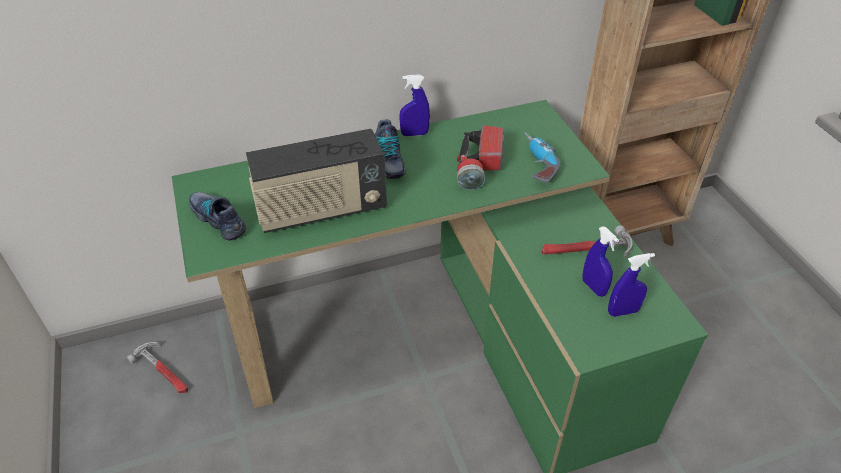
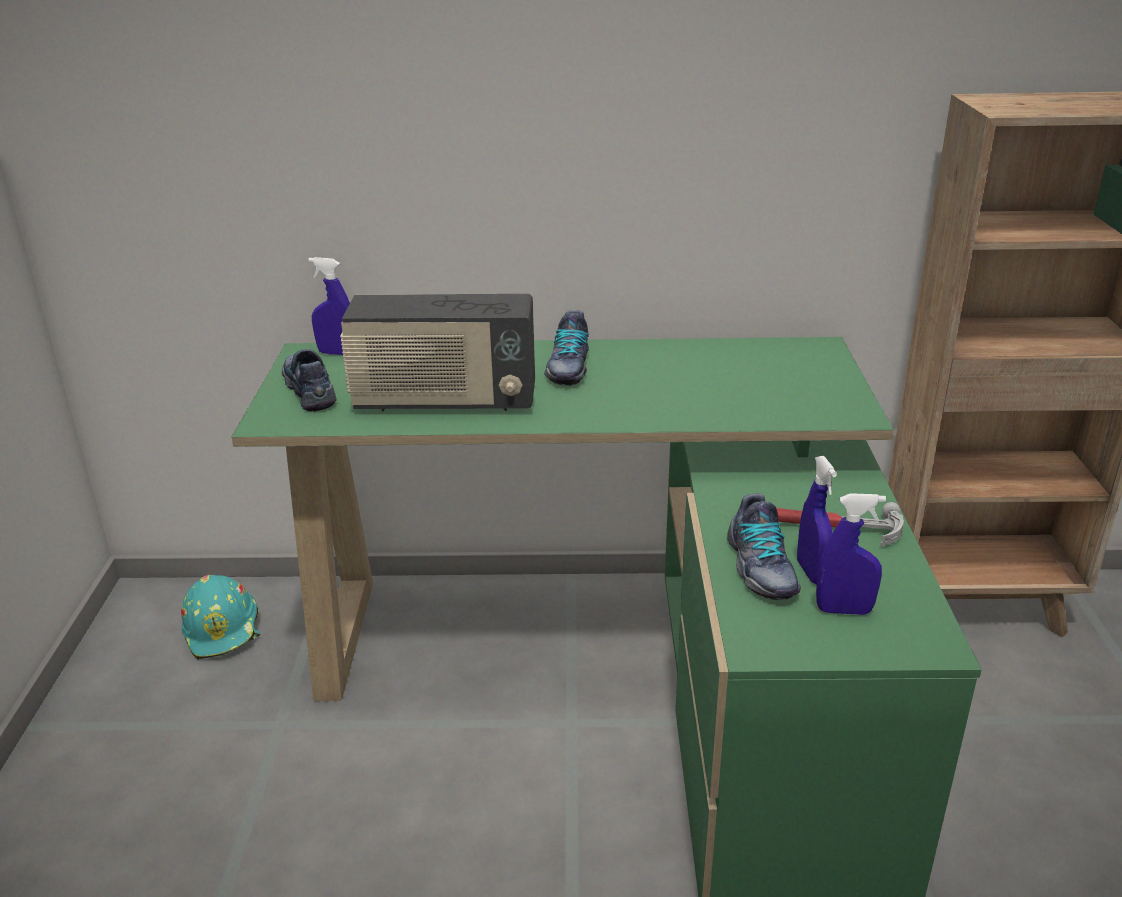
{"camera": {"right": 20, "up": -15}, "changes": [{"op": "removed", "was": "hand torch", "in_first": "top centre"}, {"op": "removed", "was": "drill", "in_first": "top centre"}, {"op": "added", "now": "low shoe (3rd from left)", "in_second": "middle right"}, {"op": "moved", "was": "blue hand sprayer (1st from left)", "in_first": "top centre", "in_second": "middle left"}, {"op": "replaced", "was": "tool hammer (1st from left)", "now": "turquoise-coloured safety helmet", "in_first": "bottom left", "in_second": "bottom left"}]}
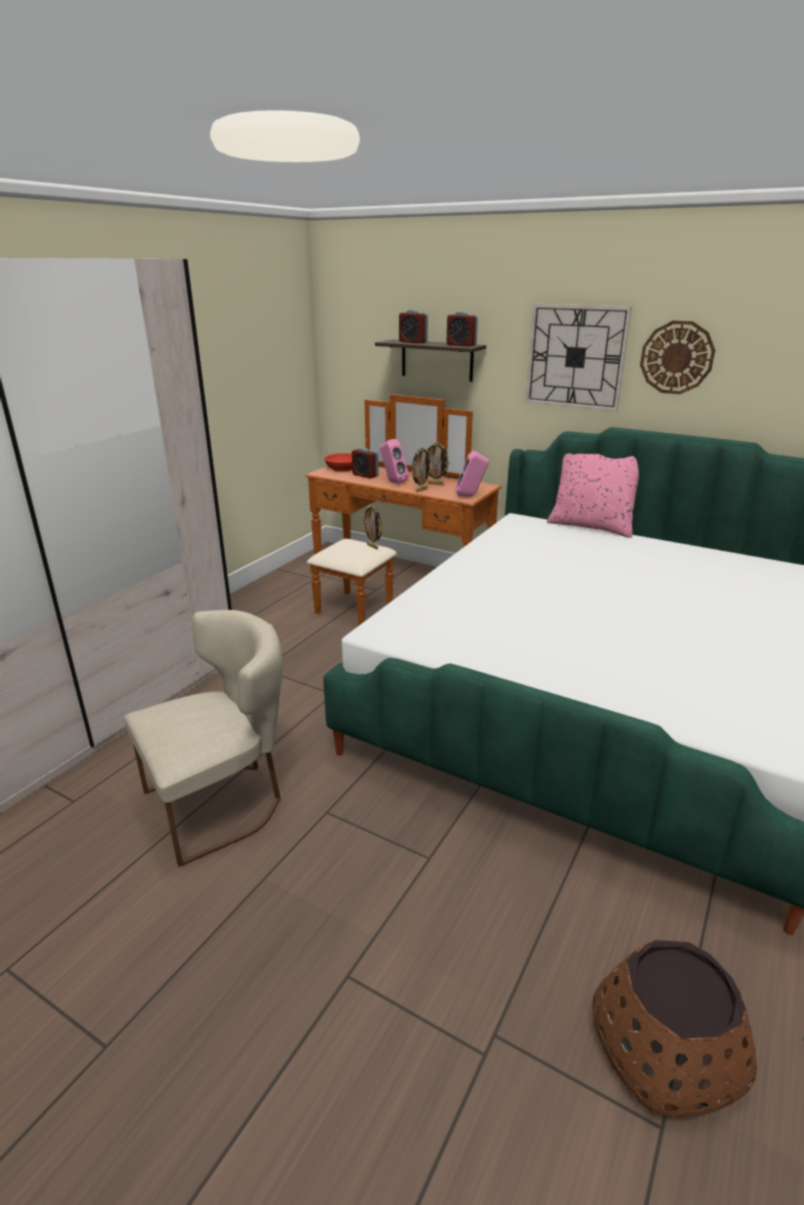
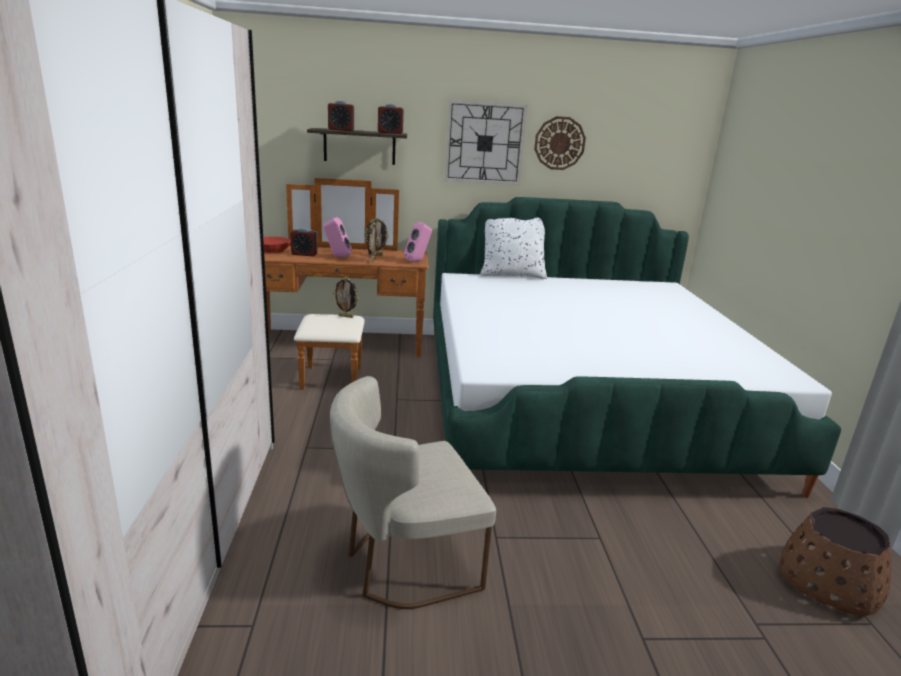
{"camera": {"right": -35, "up": -5}, "changes": [{"op": "recoloured", "was": "pink-coloured pillow", "now": "white pillow", "in_first": "middle right", "in_second": "centre"}, {"op": "turned", "was": "sand-coloured plain chair", "in_first": "middle left", "in_second": "bottom centre", "clockwise": -135}]}
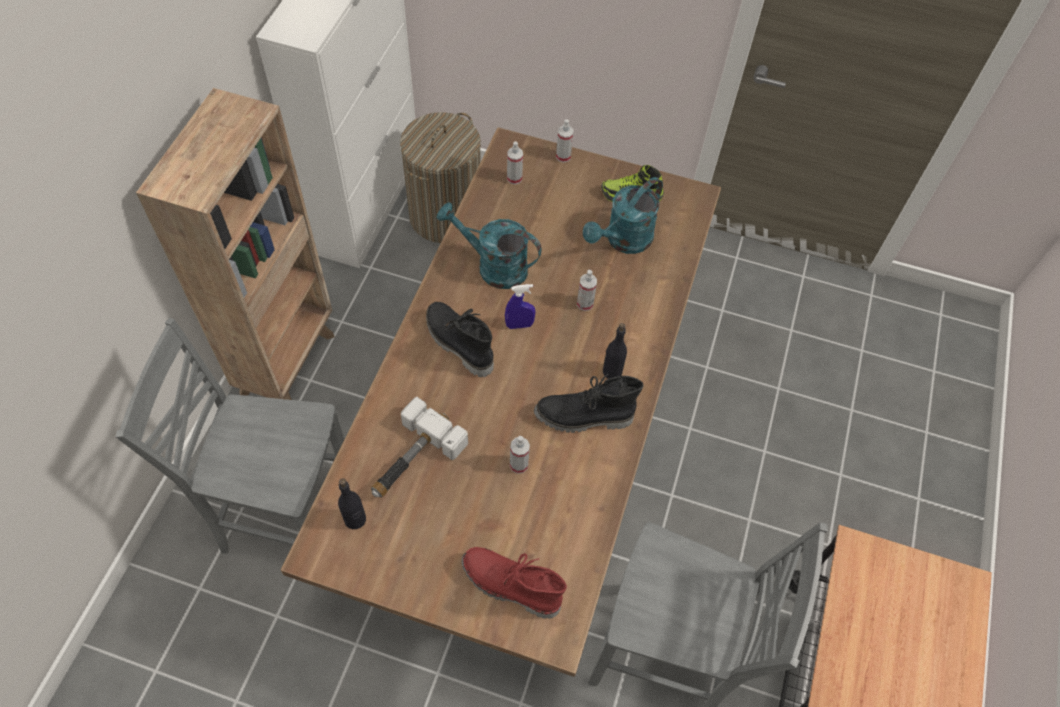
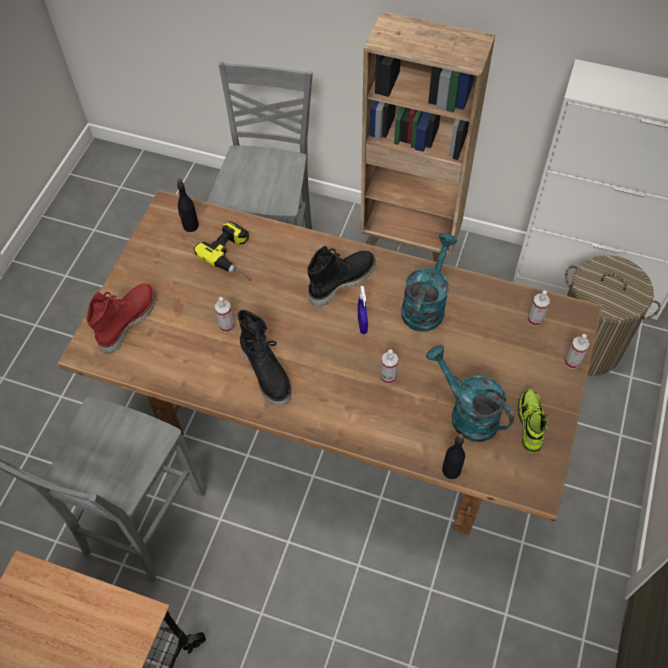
{"camera": {"right": 95, "up": 0}, "changes": [{"op": "moved", "was": "black-coloured beverage bottle (2nd from left)", "in_first": "centre", "in_second": "bottom right"}, {"op": "replaced", "was": "tool hammer", "now": "drill", "in_first": "centre", "in_second": "middle left"}, {"op": "turned", "was": "black-coloured tall boot (2nd from left in the first image)", "in_first": "centre", "in_second": "centre", "clockwise": 150}]}
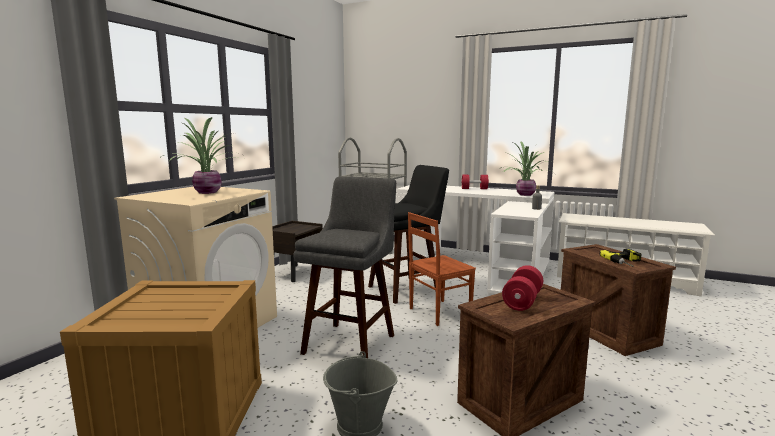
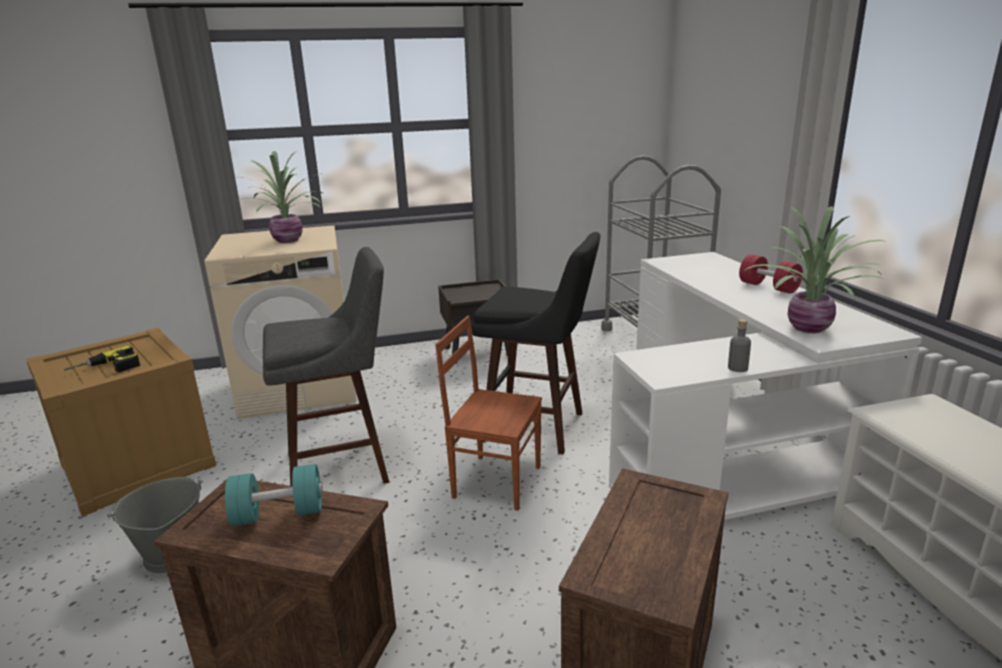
{"camera": {"right": 50, "up": 10}, "changes": [{"op": "moved", "was": "drill", "in_first": "middle right", "in_second": "middle left"}, {"op": "recoloured", "was": "red-coloured free weight (2nd from left)", "now": "turquoise-coloured free weight", "in_first": "middle right", "in_second": "bottom left"}]}
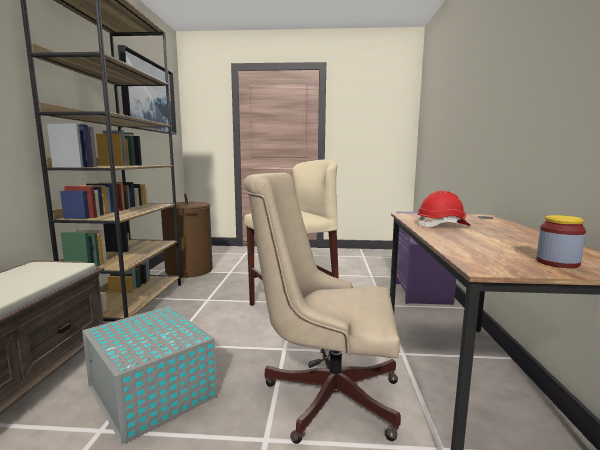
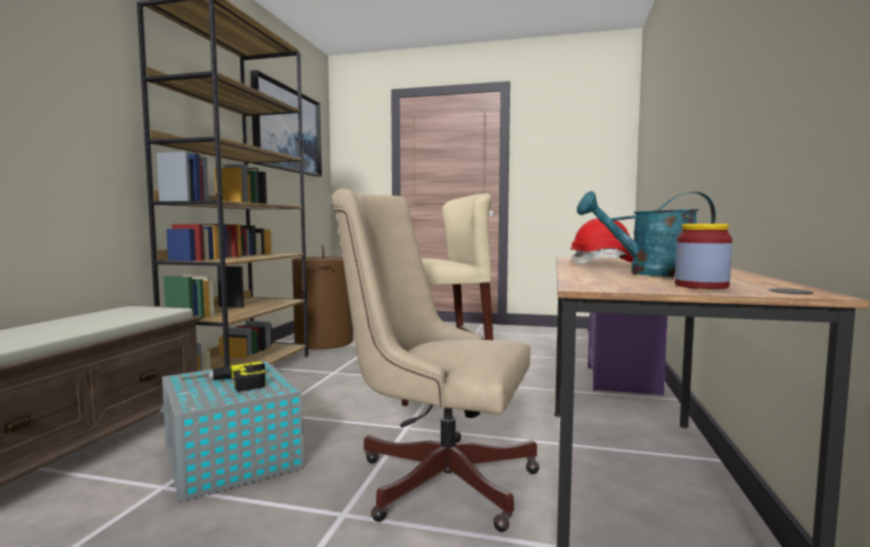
{"camera": {"right": 10, "up": -5}, "changes": [{"op": "added", "now": "drill", "in_second": "bottom left"}, {"op": "added", "now": "turquoise-coloured sprinkling can", "in_second": "middle right"}]}
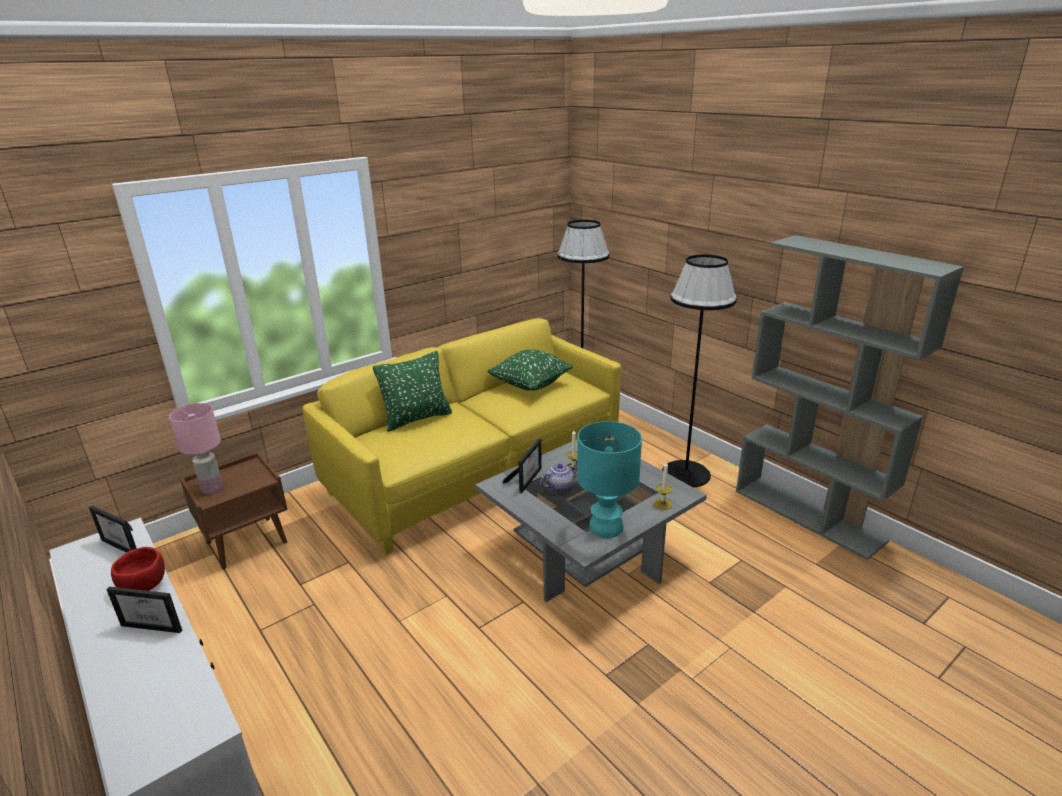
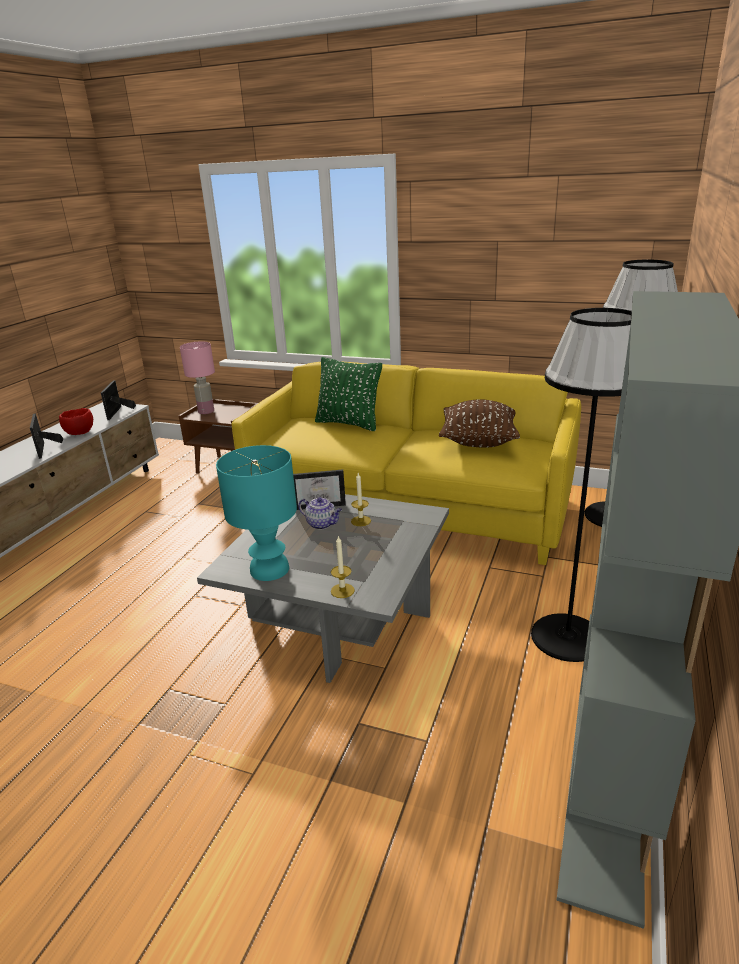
{"camera": {"right": 60, "up": 0}, "changes": [{"op": "recoloured", "was": "green pillow (2nd from left)", "now": "brown-coloured pillow", "in_first": "centre", "in_second": "centre"}]}
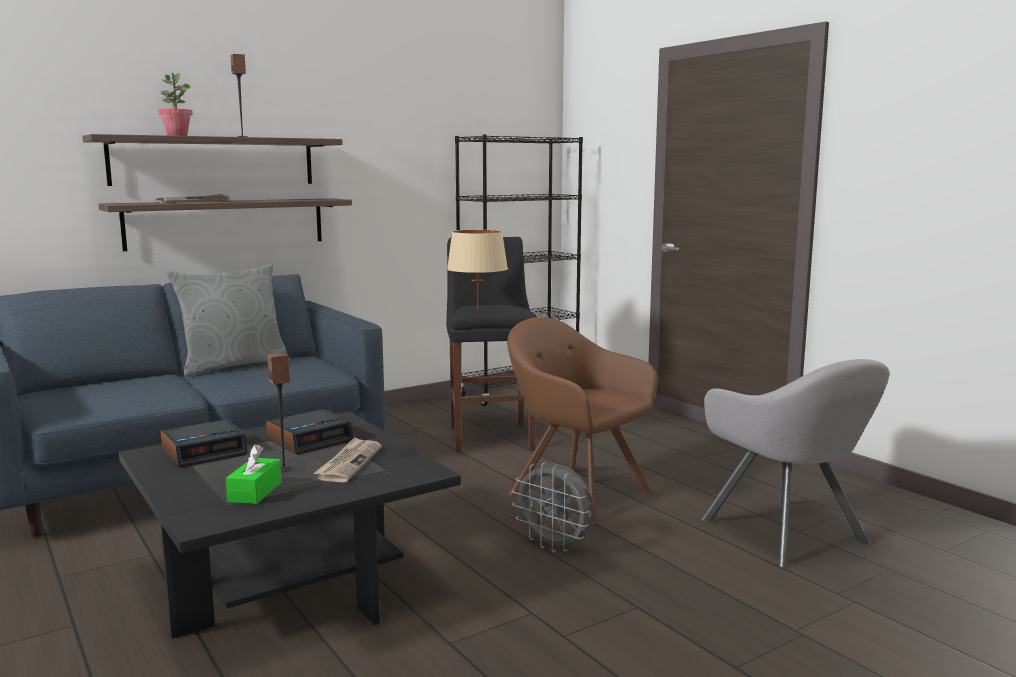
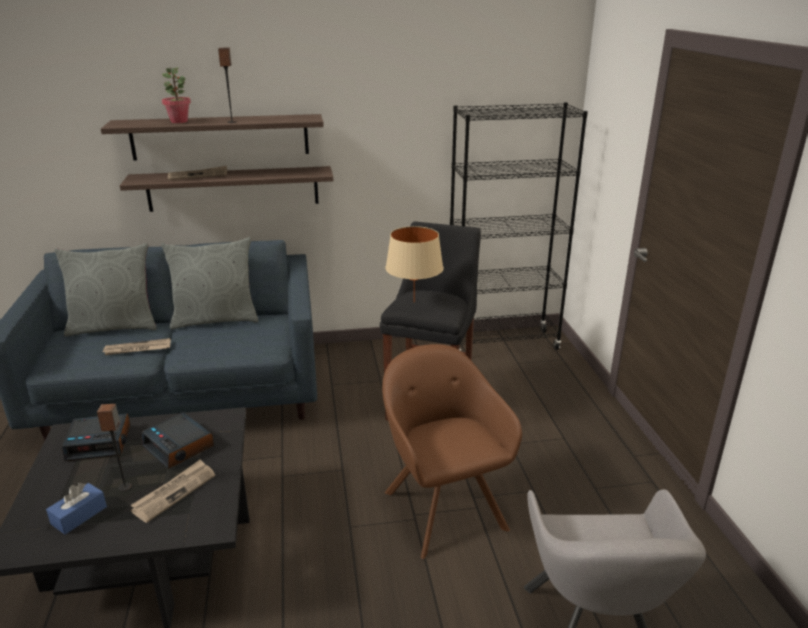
{"camera": {"right": 25, "up": 15}, "changes": [{"op": "removed", "was": "gray electric fan", "in_first": "bottom centre"}, {"op": "added", "now": "gray pillow (1st from left)", "in_second": "middle left"}, {"op": "added", "now": "printed paper (1st from left)", "in_second": "middle left"}, {"op": "recoloured", "was": "green box of tissues", "now": "blue box of tissues", "in_first": "bottom left", "in_second": "bottom left"}, {"op": "turned", "was": "table clock (2nd from left)", "in_first": "middle left", "in_second": "bottom left", "clockwise": 60}]}
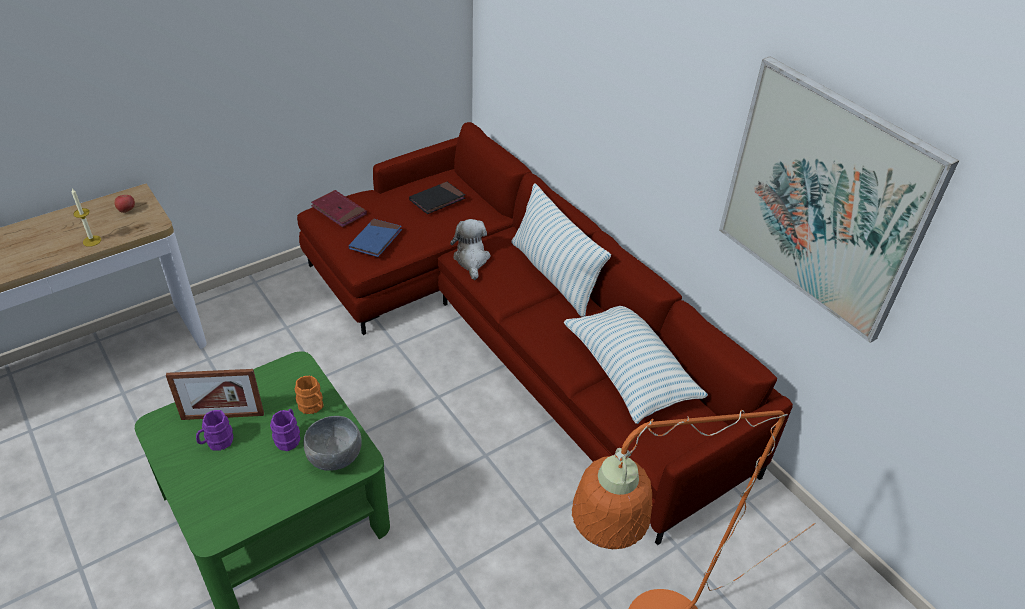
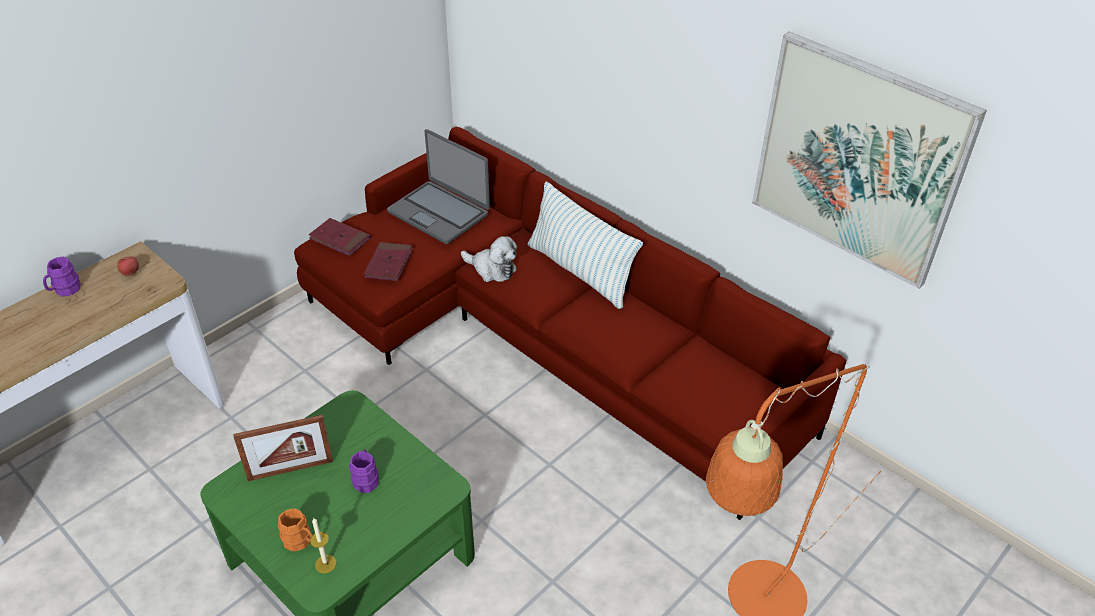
{"camera": {"right": -10, "up": 0}, "changes": [{"op": "removed", "was": "gray serving bowl", "in_first": "bottom left"}, {"op": "removed", "was": "pillow (2nd from left)", "in_first": "centre"}, {"op": "moved", "was": "wax candle", "in_first": "middle left", "in_second": "bottom left"}, {"op": "moved", "was": "purplish coffee mug (1st from left)", "in_first": "bottom left", "in_second": "middle left"}, {"op": "moved", "was": "orange-coloured coffee mug", "in_first": "middle left", "in_second": "bottom left"}, {"op": "replaced", "was": "black-coloured bound book", "now": "notebook computer", "in_first": "top centre", "in_second": "top centre"}, {"op": "recoloured", "was": "blue bound book", "now": "red-coloured bound book (2nd from left)", "in_first": "centre", "in_second": "centre"}, {"op": "turned", "was": "plush toy", "in_first": "centre", "in_second": "centre", "clockwise": 135}]}
